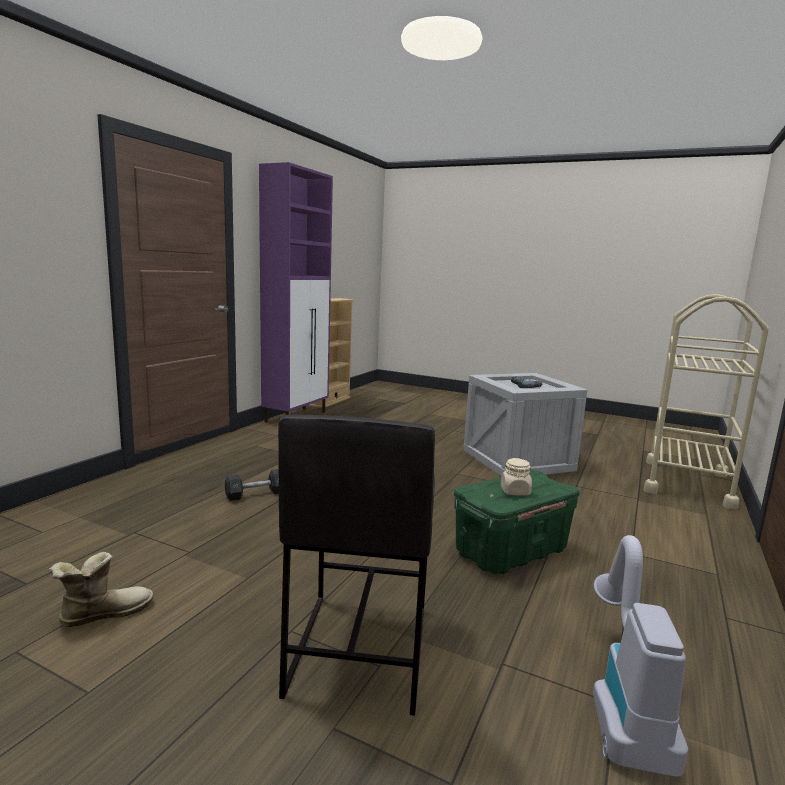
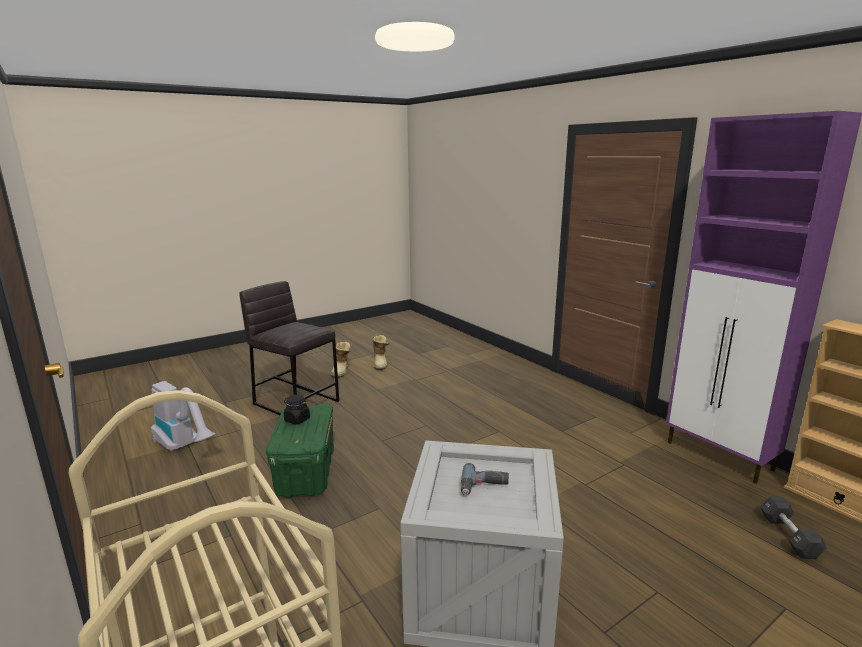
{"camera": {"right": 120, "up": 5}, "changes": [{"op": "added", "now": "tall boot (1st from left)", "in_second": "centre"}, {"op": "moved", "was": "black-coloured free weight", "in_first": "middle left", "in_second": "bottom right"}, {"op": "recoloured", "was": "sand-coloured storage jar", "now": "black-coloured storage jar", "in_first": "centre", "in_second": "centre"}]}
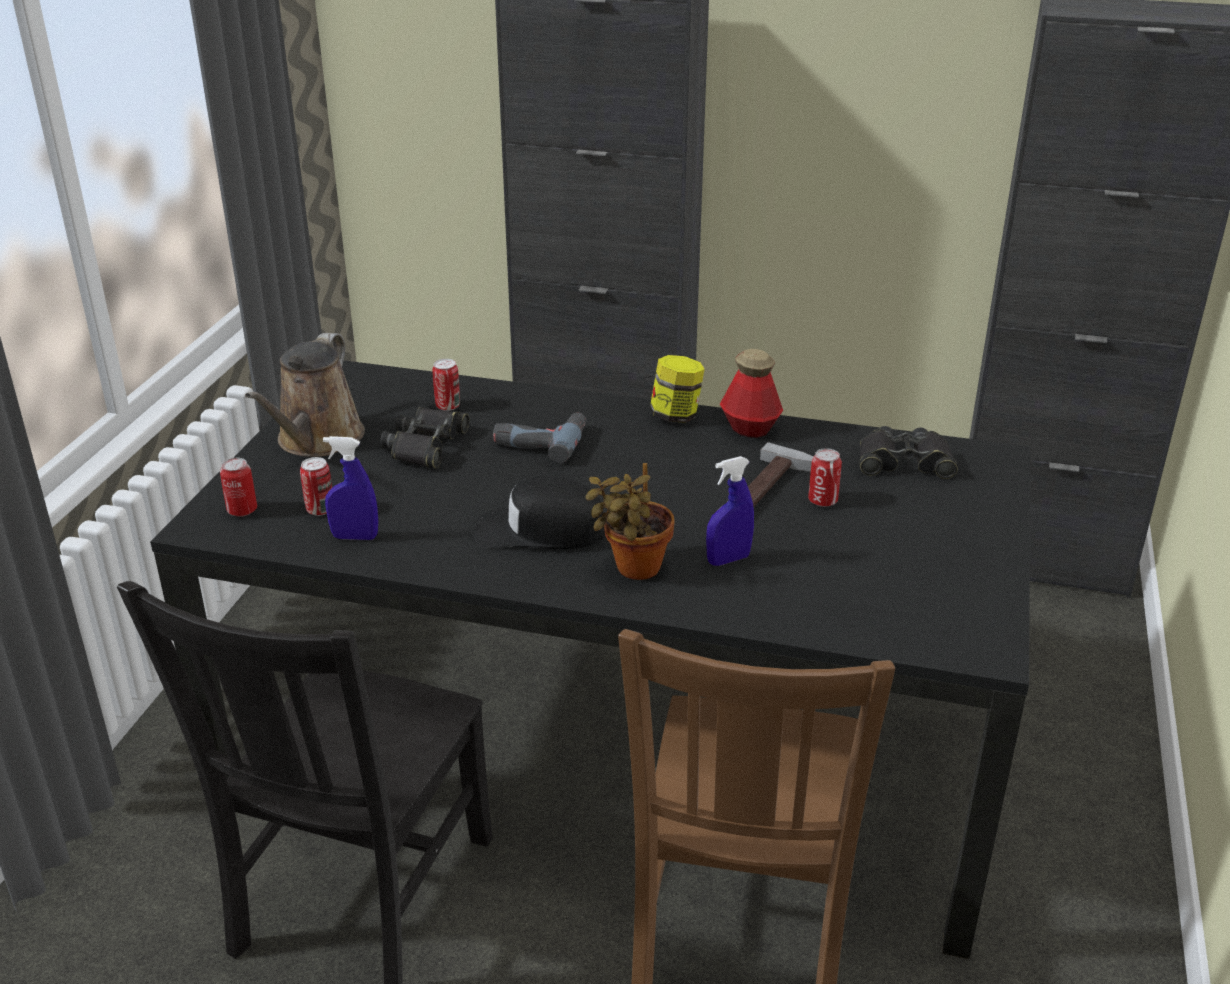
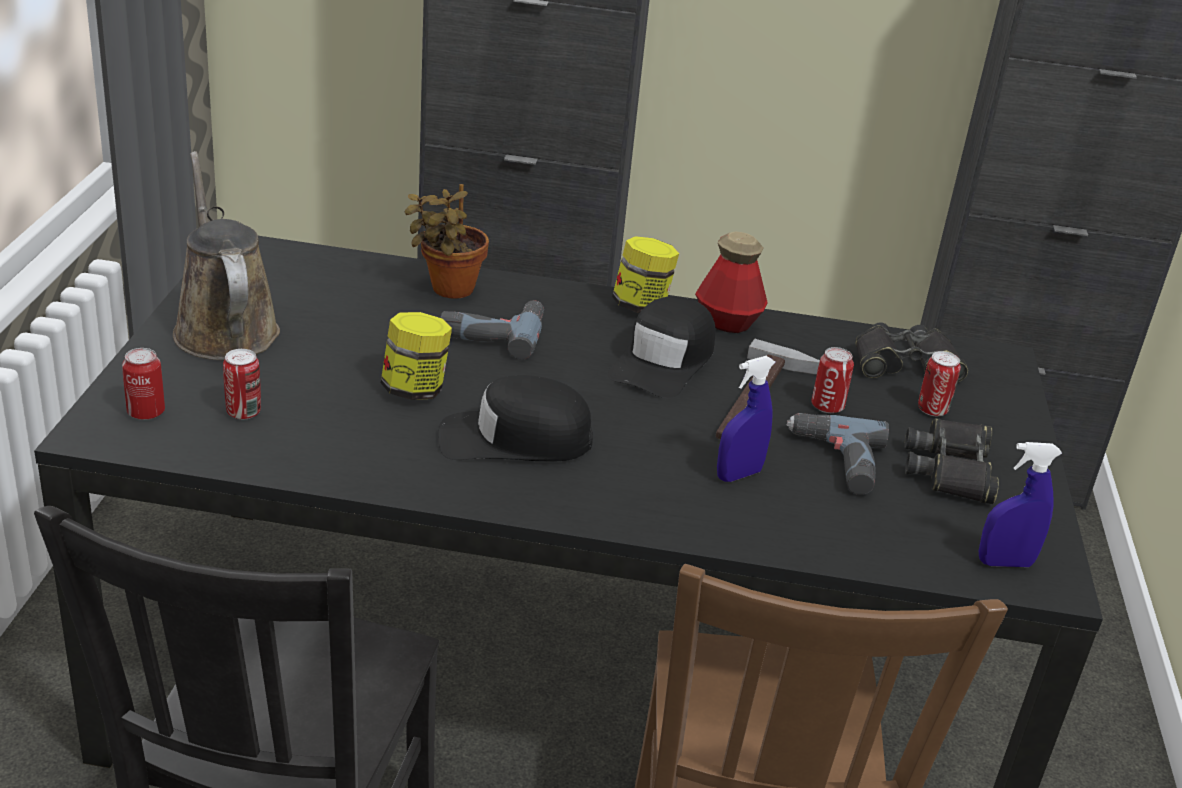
{"camera": {"right": -10, "up": 0}, "changes": [{"op": "added", "now": "storage jar (1st from left)", "in_second": "centre"}, {"op": "added", "now": "black-coloured cap (2nd from left)", "in_second": "centre"}, {"op": "added", "now": "drill (2nd from left)", "in_second": "middle right"}, {"op": "moved", "was": "blue hand sprayer (1st from left in the first image)", "now": "blue hand sprayer (2nd from left)", "in_first": "middle left", "in_second": "middle right"}, {"op": "moved", "was": "black-coloured binoculars (1st from left in the first image)", "now": "black-coloured binoculars (2nd from left)", "in_first": "centre", "in_second": "middle right"}, {"op": "moved", "was": "can (3rd from left in the first image)", "now": "can (4th from left)", "in_first": "centre", "in_second": "middle right"}, {"op": "moved", "was": "plant in a pot", "in_first": "centre", "in_second": "top centre"}, {"op": "turned", "was": "brown-coloured sprinkling can", "in_first": "middle left", "in_second": "top left", "clockwise": 150}]}
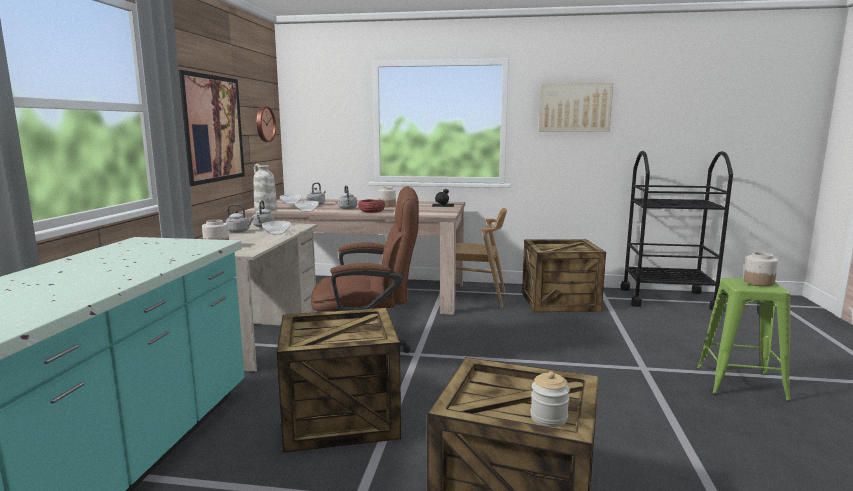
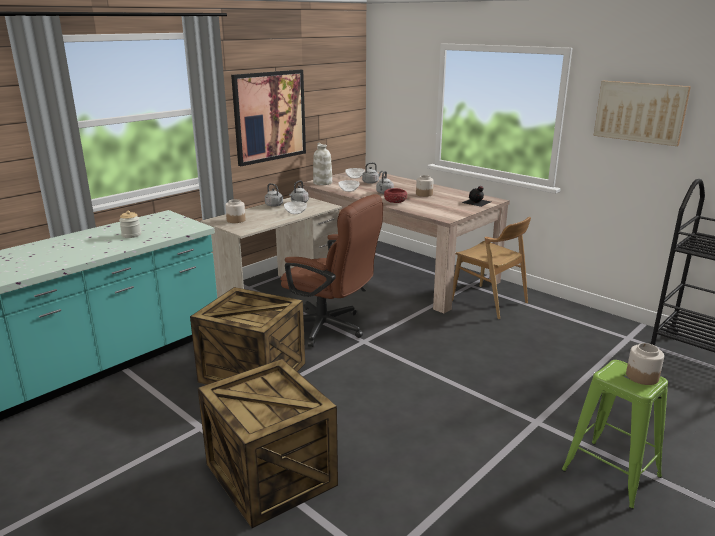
{"camera": {"right": 35, "up": 10}, "changes": [{"op": "removed", "was": "wall clock", "in_first": "top left"}, {"op": "removed", "was": "shipping crate (3rd from left)", "in_first": "centre"}, {"op": "moved", "was": "storage jar (3rd from left in the first image)", "now": "storage jar (1st from left)", "in_first": "bottom centre", "in_second": "middle left"}]}
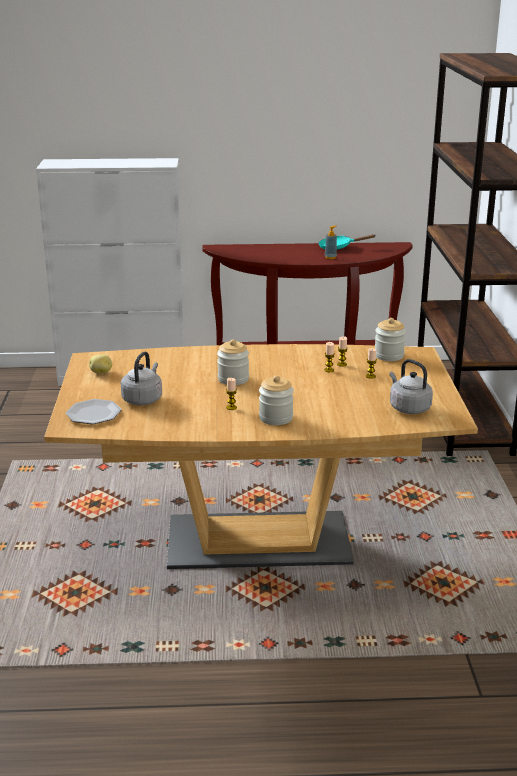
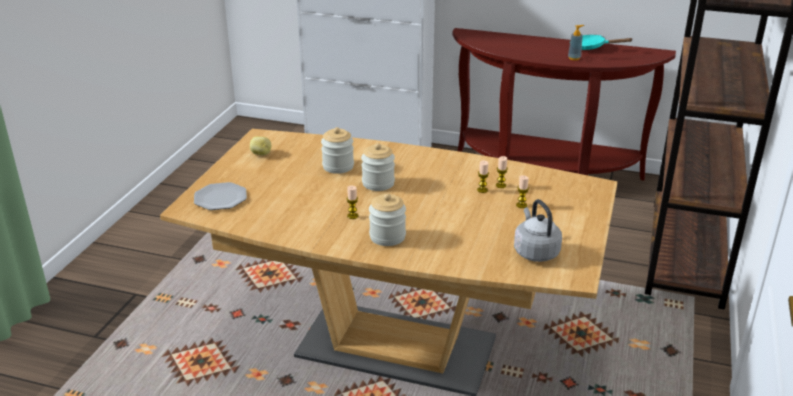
{"camera": {"right": 20, "up": 5}, "changes": [{"op": "removed", "was": "gray water kettle (1st from left)", "in_first": "middle left"}, {"op": "moved", "was": "storage jar (3rd from left in the first image)", "now": "storage jar (1st from left)", "in_first": "middle right", "in_second": "centre"}]}
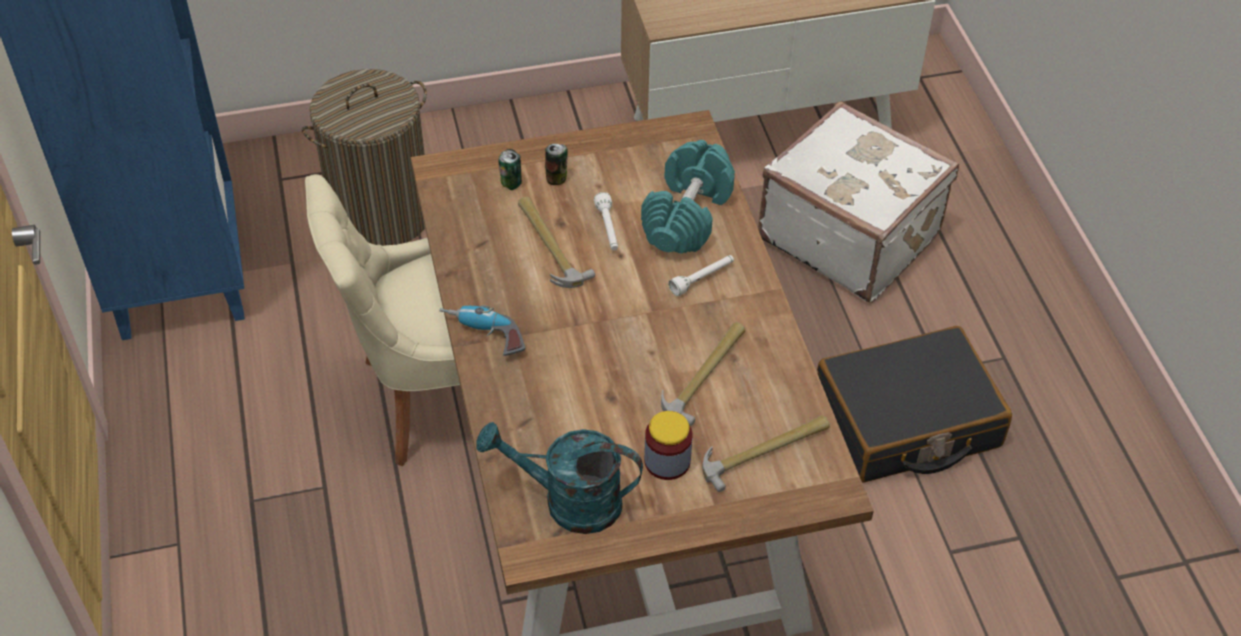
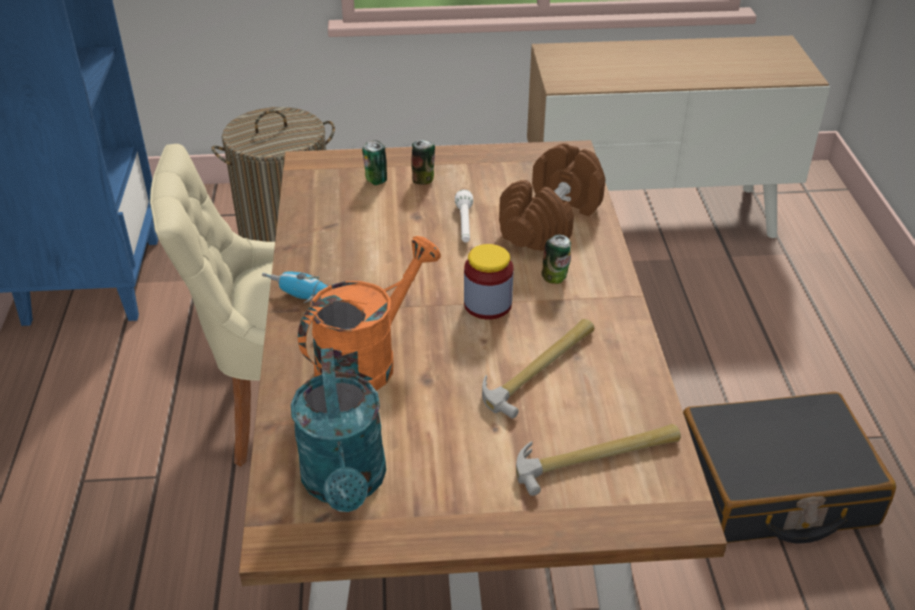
{"camera": {"right": 10, "up": -10}, "changes": [{"op": "removed", "was": "tool hammer (1st from left)", "in_first": "centre"}, {"op": "removed", "was": "white travel case", "in_first": "top right"}, {"op": "added", "now": "orange-coloured sprinkling can", "in_second": "centre"}, {"op": "moved", "was": "storage jar", "in_first": "bottom centre", "in_second": "centre"}, {"op": "replaced", "was": "white hand torch (2nd from left)", "now": "can (3rd from left)", "in_first": "centre", "in_second": "centre"}, {"op": "recoloured", "was": "turquoise-coloured free weight", "now": "brown-coloured free weight", "in_first": "top centre", "in_second": "top centre"}, {"op": "turned", "was": "turquoise-coloured sprinkling can", "in_first": "bottom centre", "in_second": "bottom centre", "clockwise": -120}]}
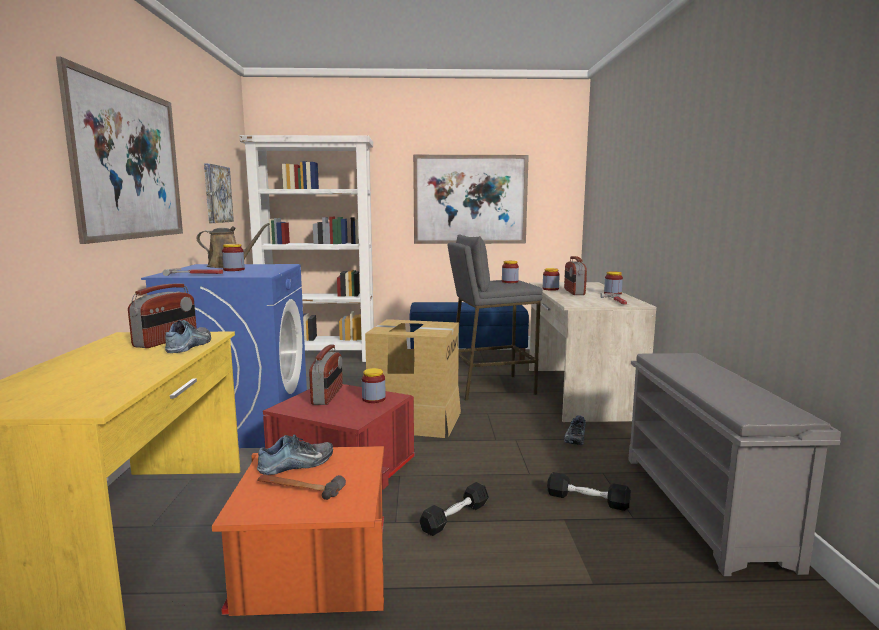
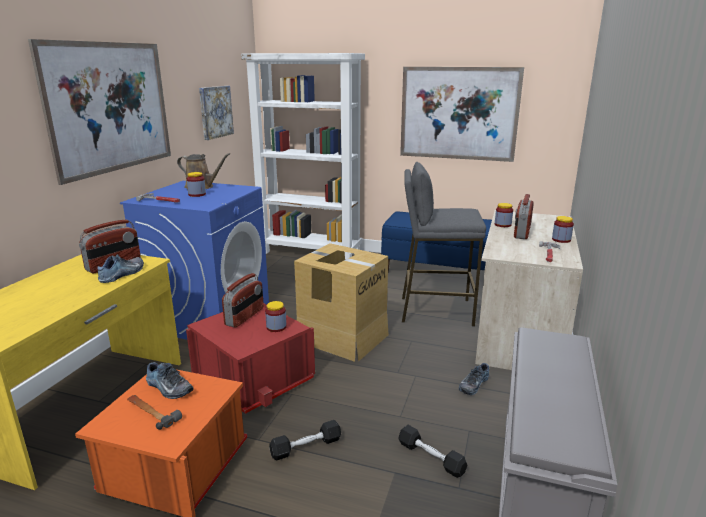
{"camera": {"right": 20, "up": 10}, "changes": [{"op": "removed", "was": "storage jar (3rd from left)", "in_first": "centre"}, {"op": "turned", "was": "low shoe (2nd from left)", "in_first": "bottom centre", "in_second": "bottom left", "clockwise": 45}]}
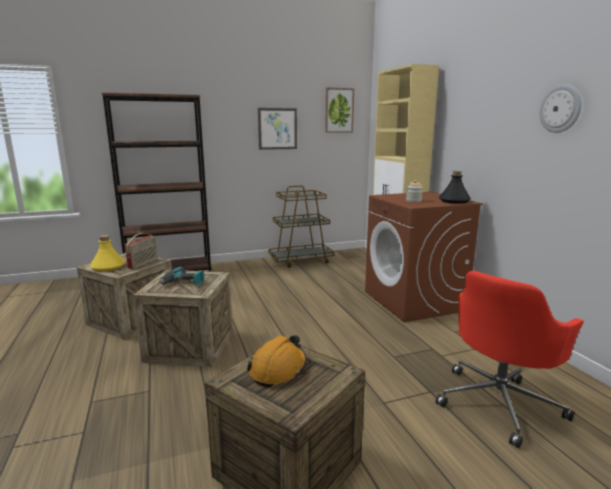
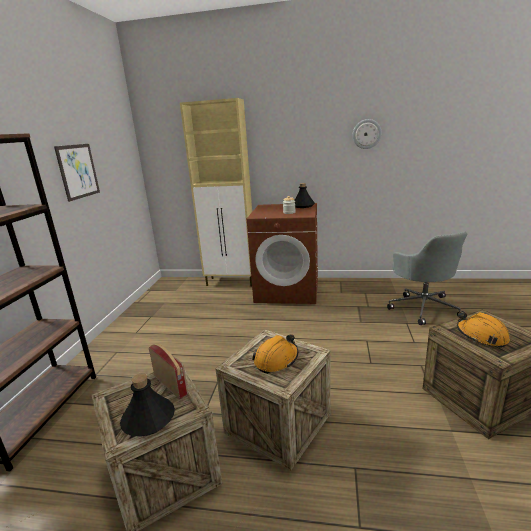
{"camera": {"right": -60, "up": 5}, "changes": [{"op": "removed", "was": "brown-coloured cart", "in_first": "centre"}, {"op": "removed", "was": "wall picture (2nd from left)", "in_first": "top centre"}, {"op": "replaced", "was": "drill", "now": "orange-coloured safety helmet (1st from left)", "in_first": "middle left", "in_second": "bottom centre"}, {"op": "recoloured", "was": "yellow beverage bottle", "now": "black-coloured beverage bottle (1st from left)", "in_first": "middle left", "in_second": "bottom left"}, {"op": "recoloured", "was": "red-coloured office chair", "now": "gray office chair", "in_first": "bottom right", "in_second": "middle right"}]}
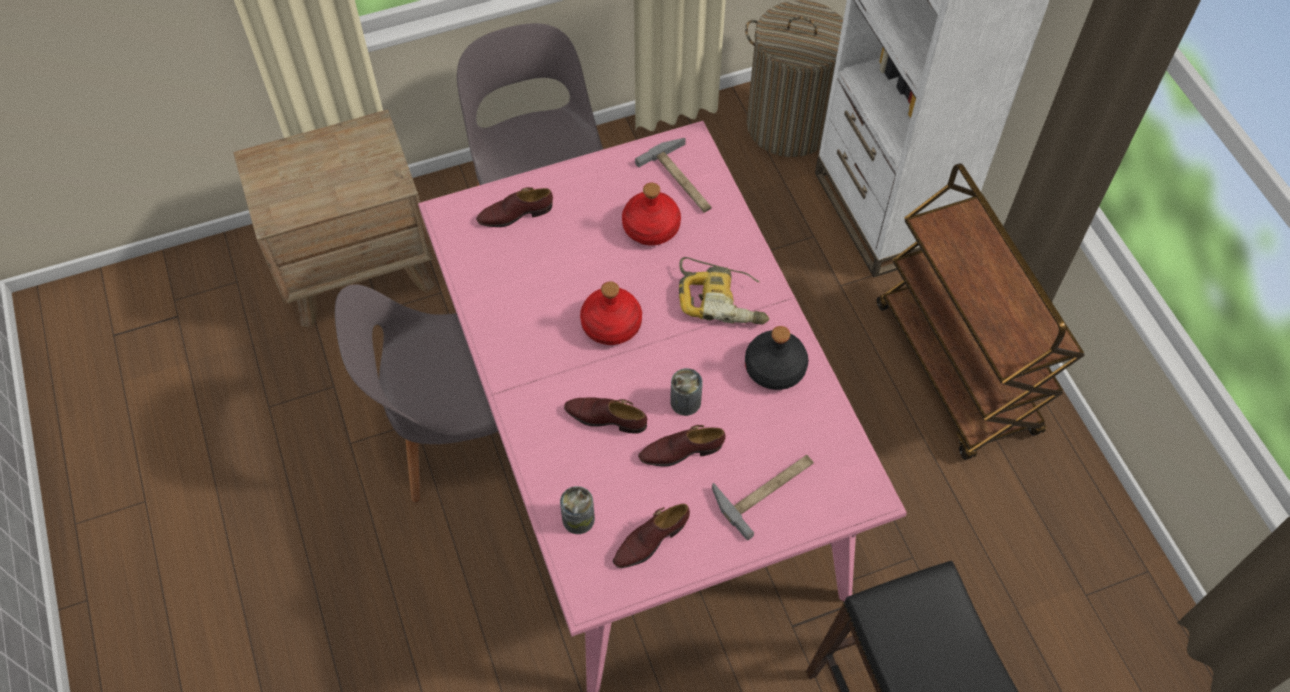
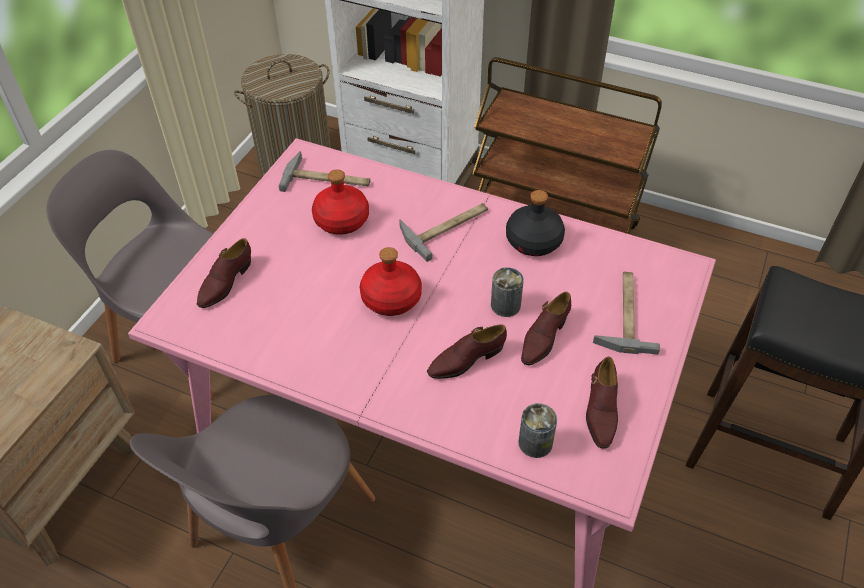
{"camera": {"right": -45, "up": -10}, "changes": [{"op": "replaced", "was": "drill", "now": "tool hammer (2nd from left)", "in_first": "centre", "in_second": "centre"}]}
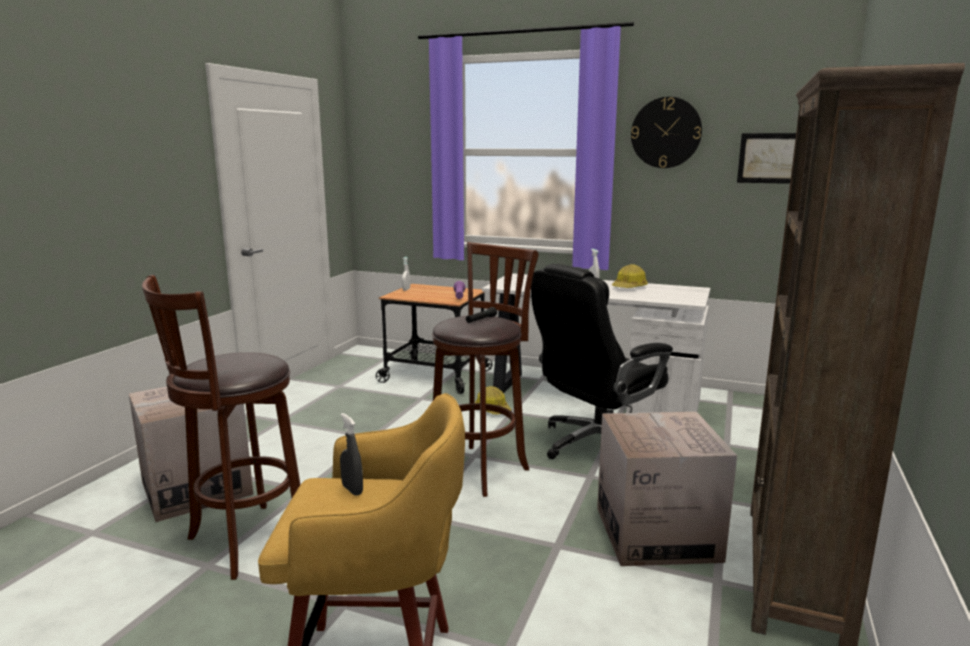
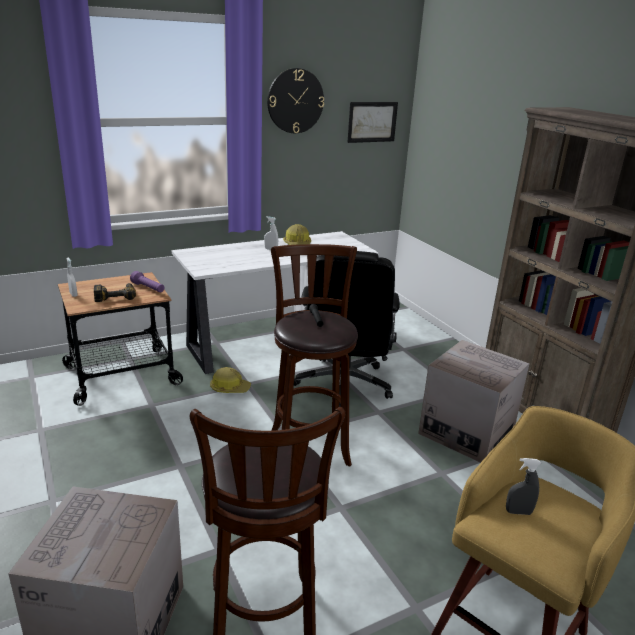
{"camera": {"right": -50, "up": 10}, "changes": [{"op": "added", "now": "drill", "in_second": "middle left"}]}
